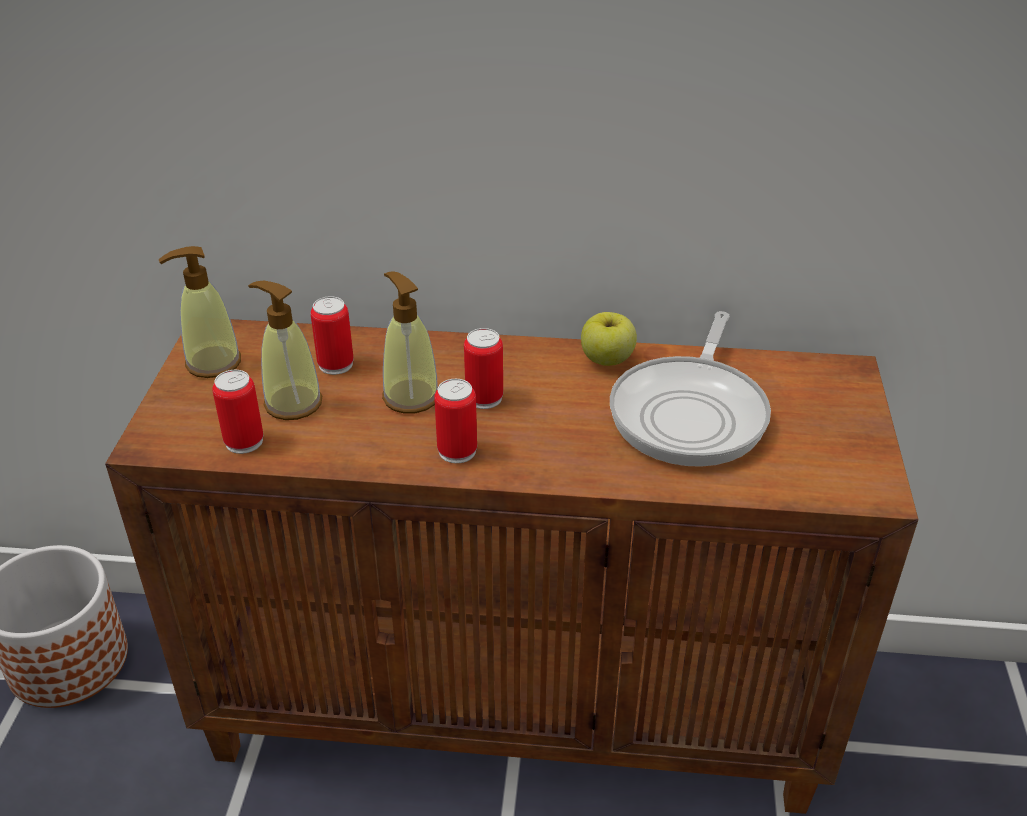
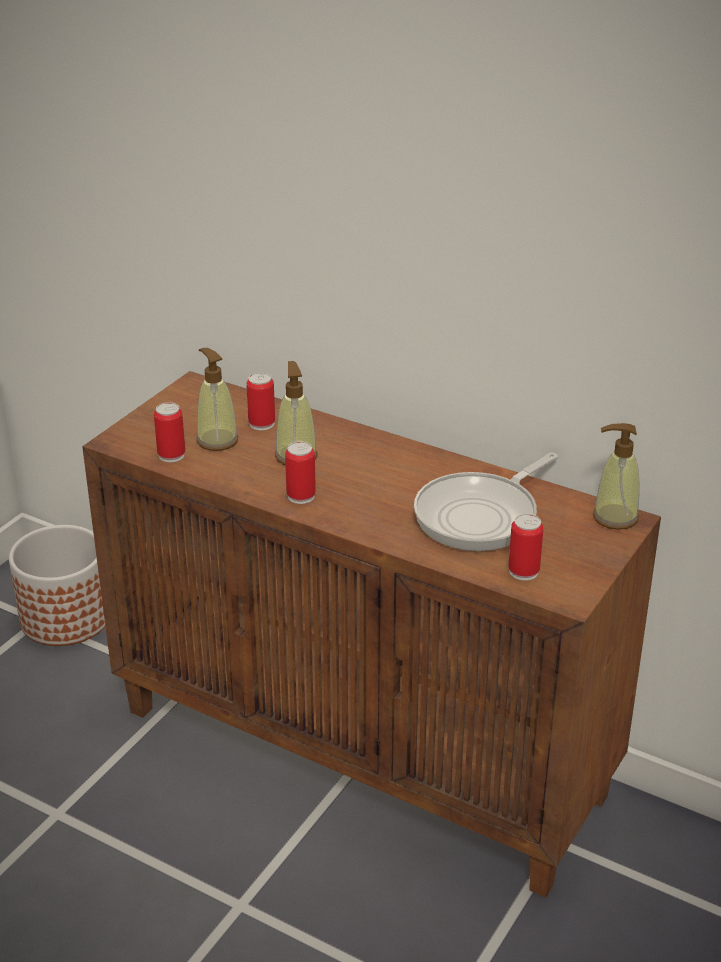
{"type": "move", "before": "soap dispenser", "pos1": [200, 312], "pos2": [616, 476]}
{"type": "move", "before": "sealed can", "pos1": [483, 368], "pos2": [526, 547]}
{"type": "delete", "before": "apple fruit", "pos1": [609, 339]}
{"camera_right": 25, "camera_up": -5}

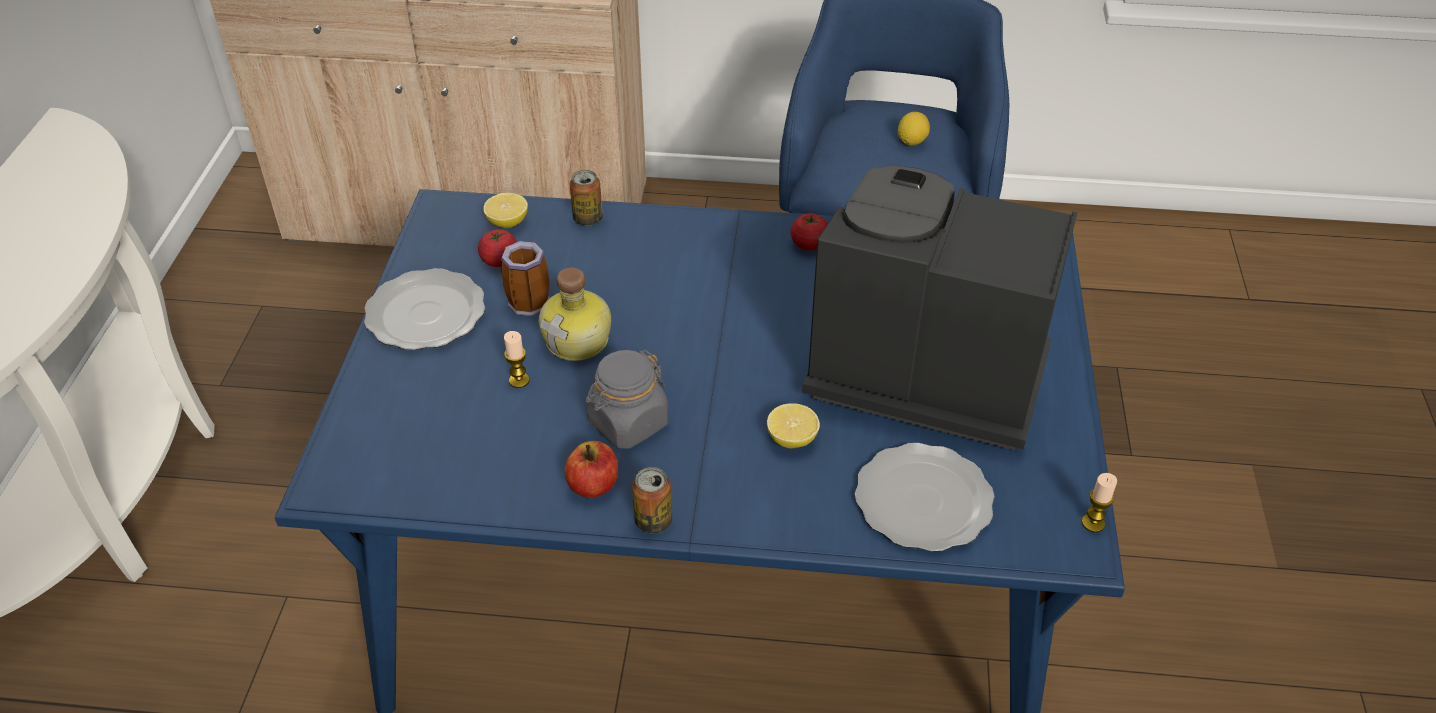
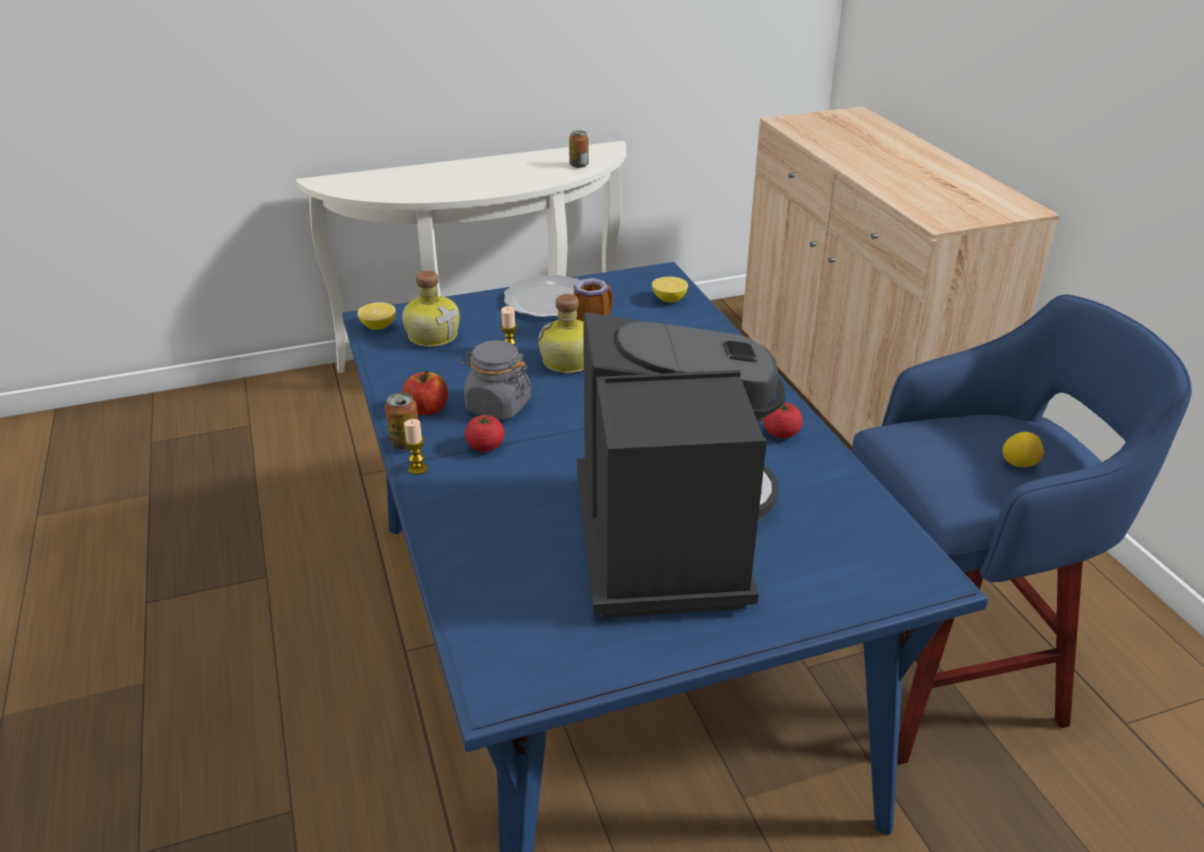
{"type": "move", "before": "tomato", "pos1": [497, 247], "pos2": [485, 433]}
{"type": "move", "before": "sealed can", "pos1": [586, 198], "pos2": [578, 149]}
{"type": "move", "before": "whole lemon", "pos1": [793, 425], "pos2": [376, 316]}
{"type": "delete", "before": "flat dish", "pos1": [924, 497]}
{"type": "move", "before": "wax light", "pos1": [1099, 502], "pos2": [415, 447]}
{"type": "insert", "after": "beverage bottle", "pos2": [431, 309]}
{"camera_right": 65, "camera_up": -10}

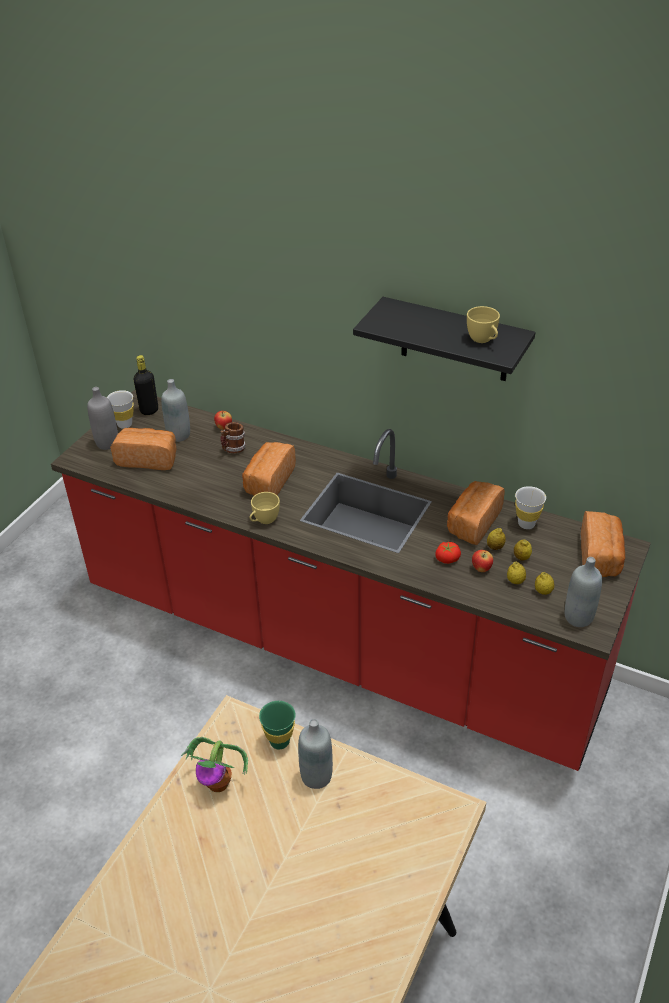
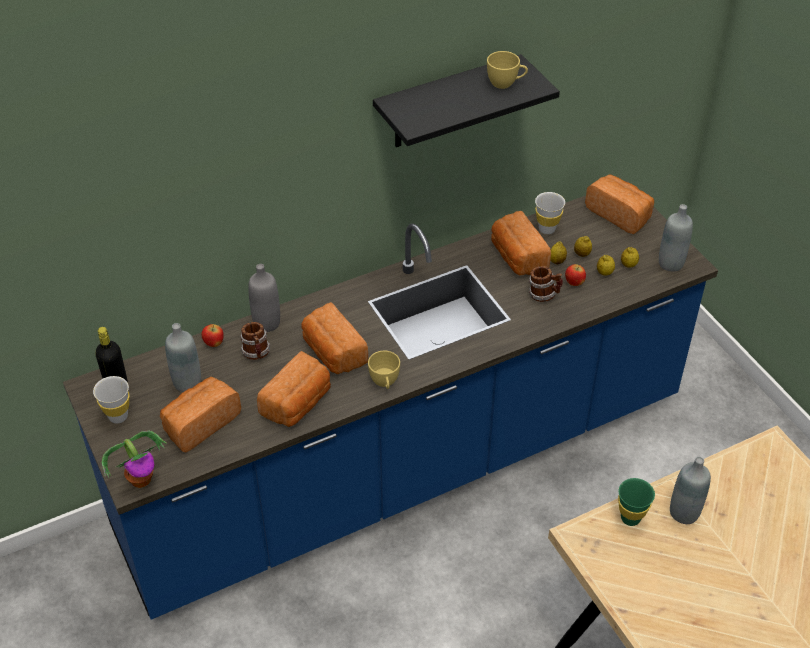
{"type": "recolor", "before": "red-coloured counter", "after": "blue-coloured counter", "pos1": [351, 580], "pos2": [390, 400]}
{"type": "move", "before": "greyish beverage bottle", "pos1": [102, 418], "pos2": [264, 298]}
{"type": "move", "before": "potted plant", "pos1": [214, 764], "pos2": [134, 459]}
{"type": "replace", "before": "tomato", "after": "mug", "pos1": [448, 553], "pos2": [546, 284]}
{"type": "insert", "after": "baked bread", "pos2": [294, 389]}
{"camera_right": -55, "camera_up": 5}

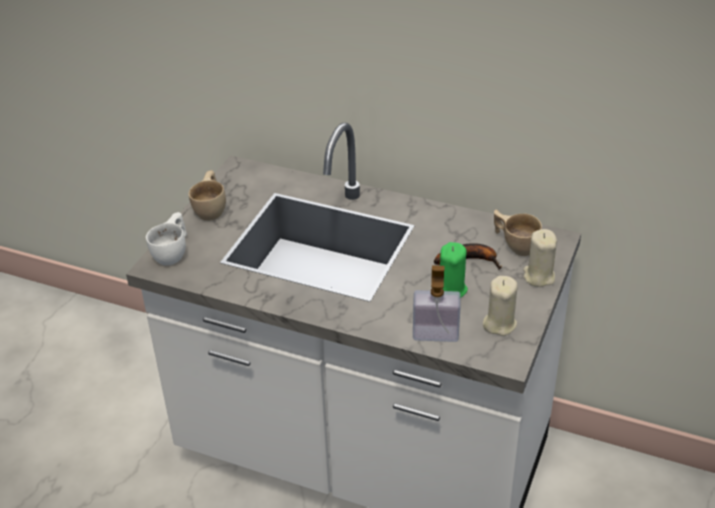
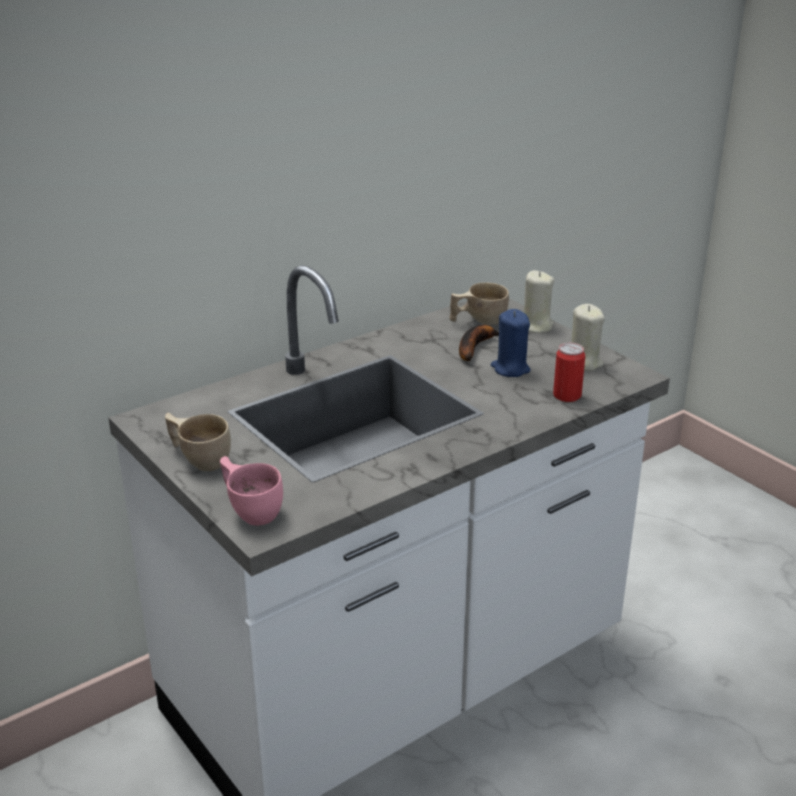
{"type": "recolor", "before": "white-coloured cup", "after": "pinkish cup", "pos1": [166, 239], "pos2": [251, 491]}
{"type": "replace", "before": "soap dispenser", "after": "sealed can", "pos1": [436, 303], "pos2": [569, 372]}
{"type": "recolor", "before": "green-coloured wax light", "after": "blue-coloured wax light", "pos1": [454, 270], "pos2": [511, 343]}
{"camera_right": -60, "camera_up": -10}

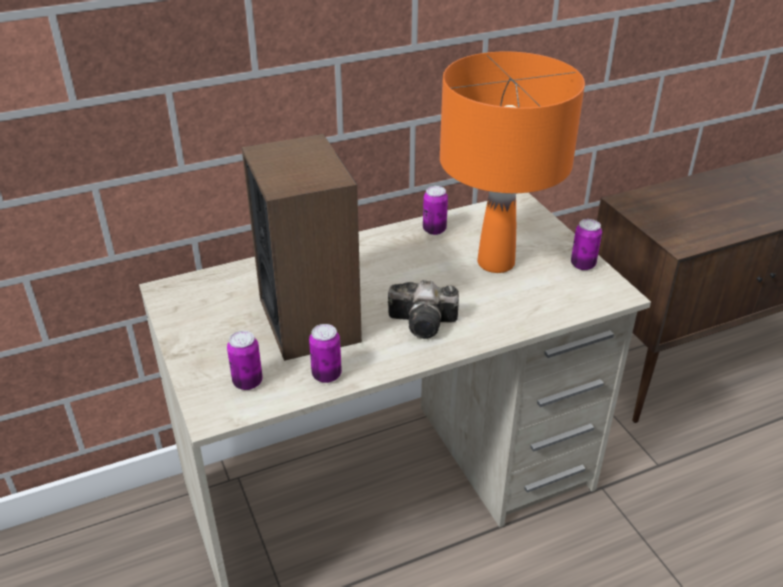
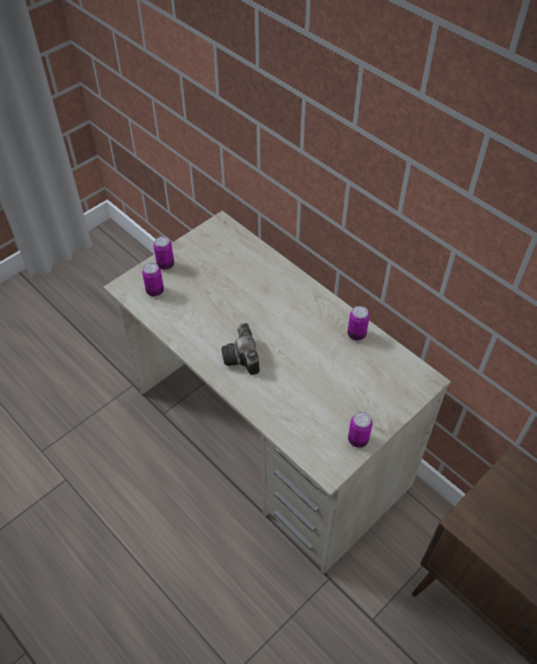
{"type": "delete", "before": "speaker", "pos1": [302, 247]}
{"type": "move", "before": "sealed can", "pos1": [325, 353], "pos2": [164, 253]}
{"type": "delete", "before": "orange-coloured lamp for a table", "pos1": [512, 162]}
{"camera_right": 70, "camera_up": 15}

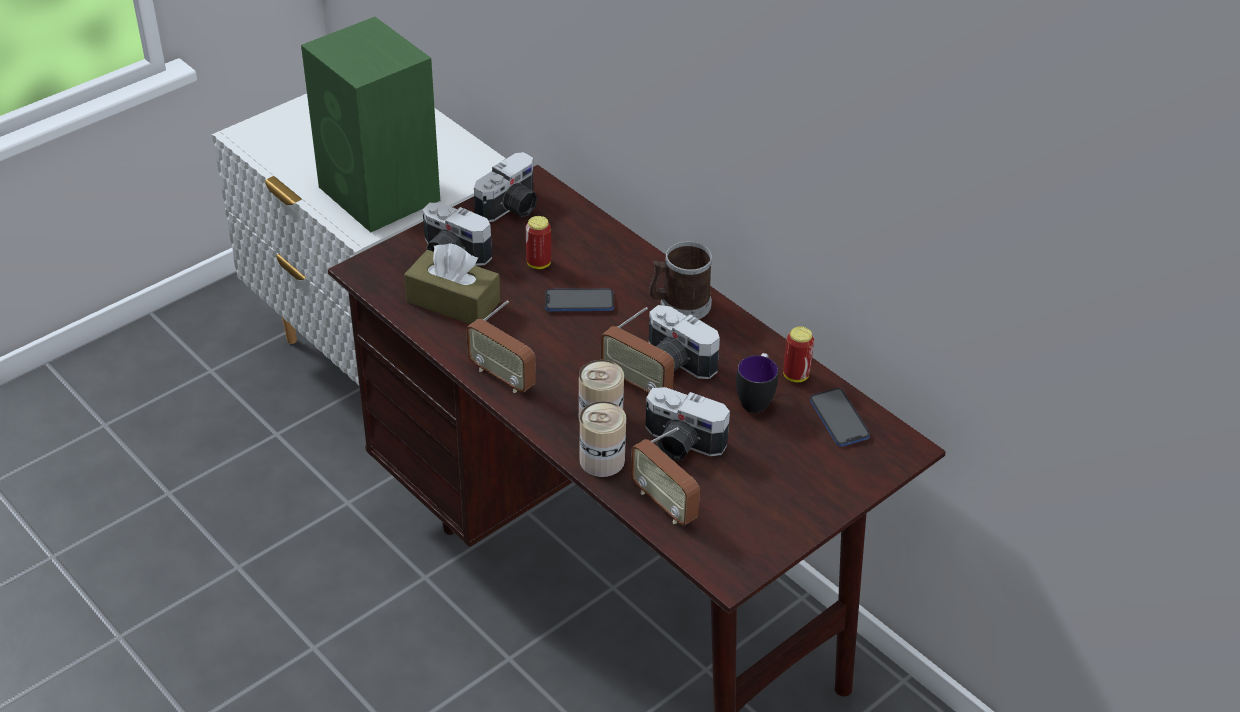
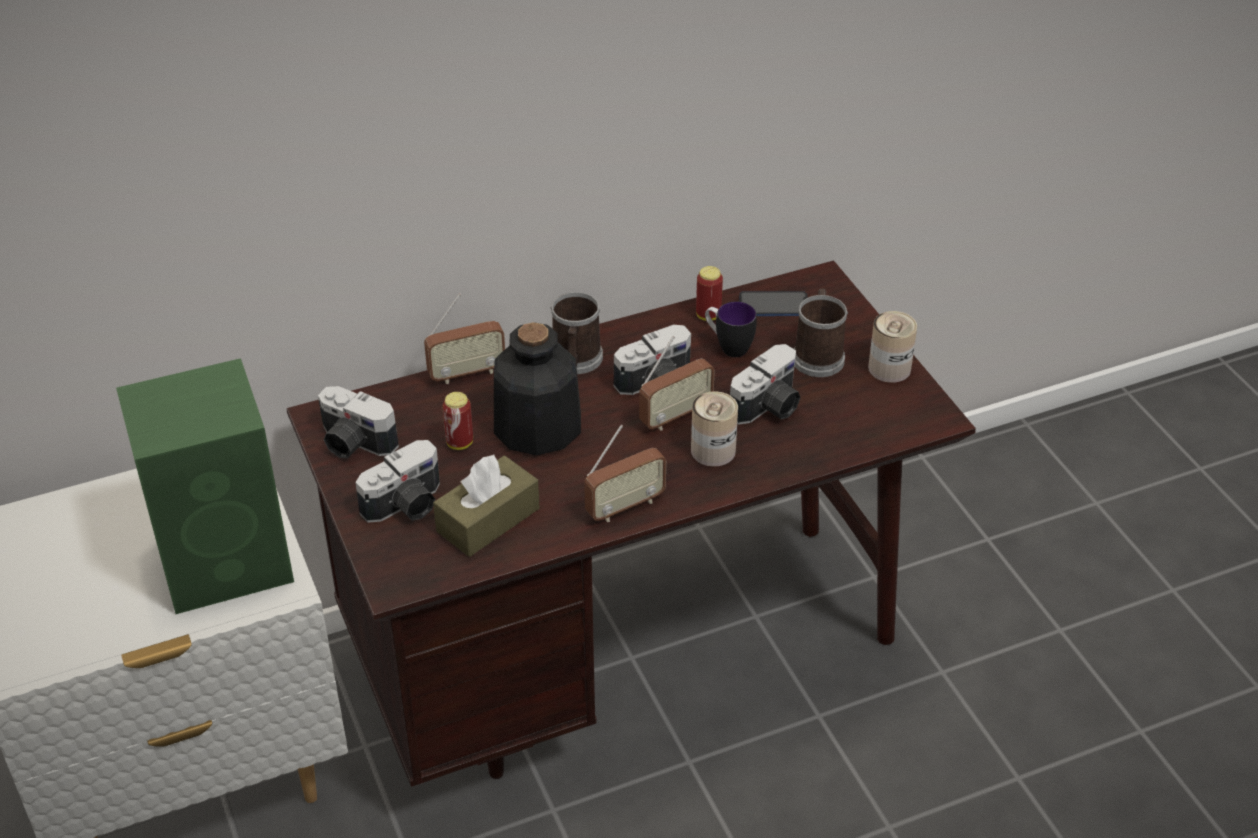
{"type": "rotate", "before": "photo camera", "pos1": [506, 187], "pos2": [358, 422], "turn": 150}
{"type": "replace", "before": "handset", "after": "beverage bottle", "pos1": [579, 300], "pos2": [537, 388]}
{"type": "move", "before": "sealed can", "pos1": [602, 439], "pos2": [892, 347]}
{"type": "move", "before": "radio set", "pos1": [665, 476], "pos2": [464, 338]}
{"type": "insert", "after": "mug", "pos2": [821, 333]}
{"camera_right": -70, "camera_up": 0}

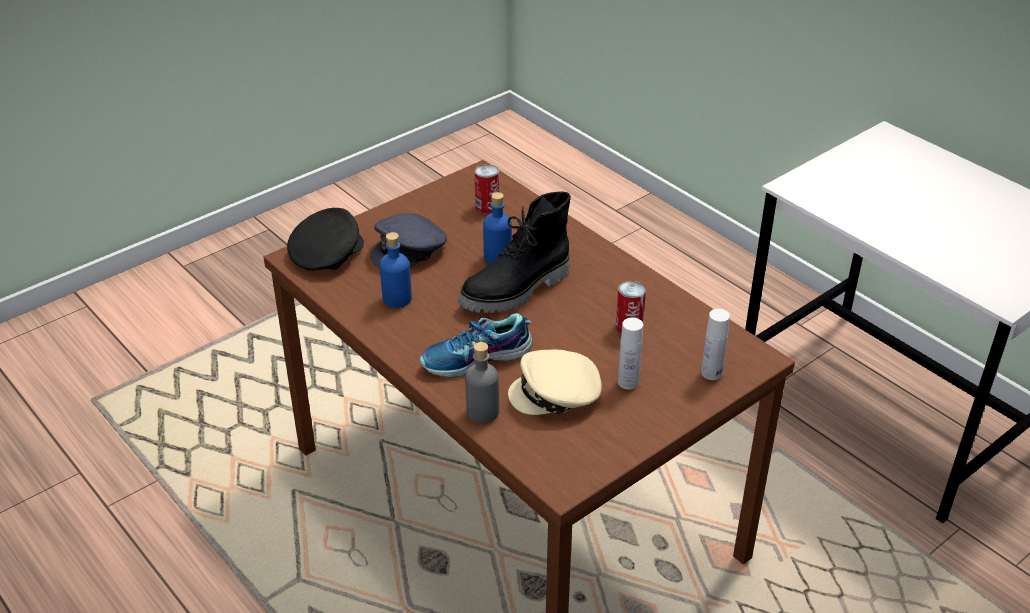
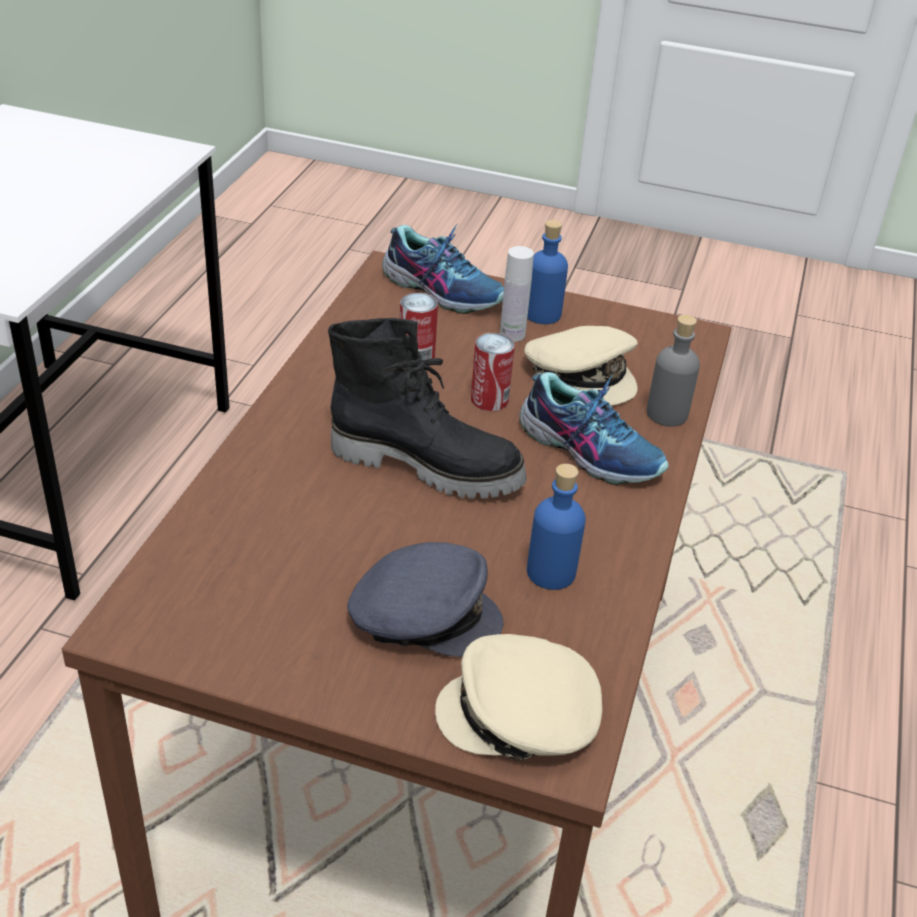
{"type": "recolor", "before": "black baseball cap", "after": "beige baseball cap", "pos1": [325, 239], "pos2": [518, 697]}
{"type": "move", "before": "sealed can", "pos1": [486, 189], "pos2": [493, 372]}
{"type": "move", "before": "blue-coloured beverage bottle", "pos1": [497, 228], "pos2": [547, 272]}
{"type": "replace", "before": "white-coloured beverage bottle", "after": "item of footwear", "pos1": [715, 344], "pos2": [443, 269]}
{"camera_right": -125, "camera_up": 0}

